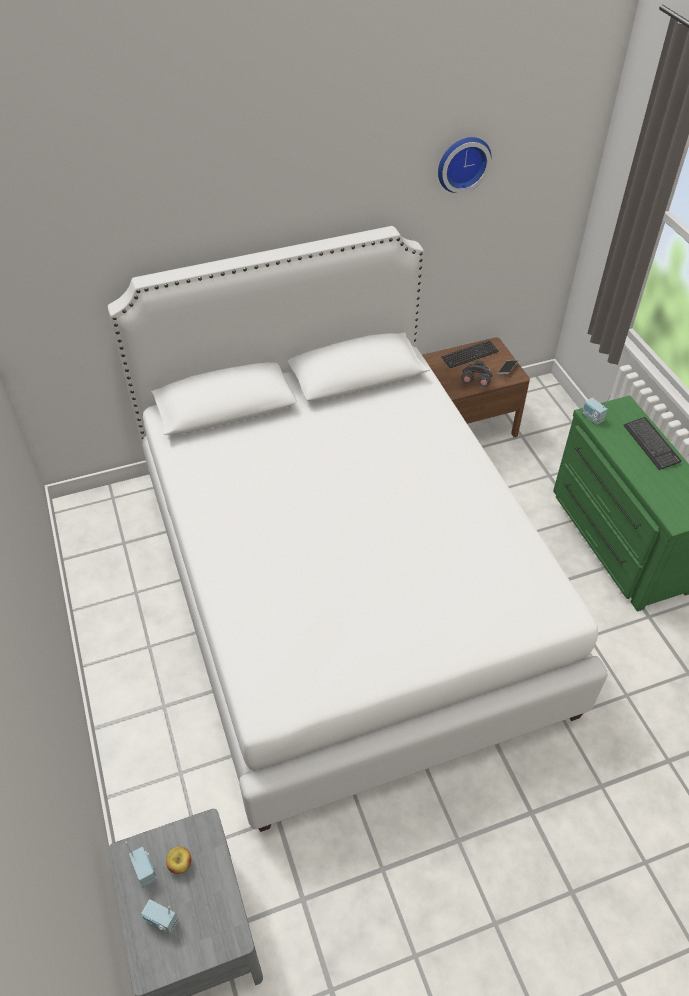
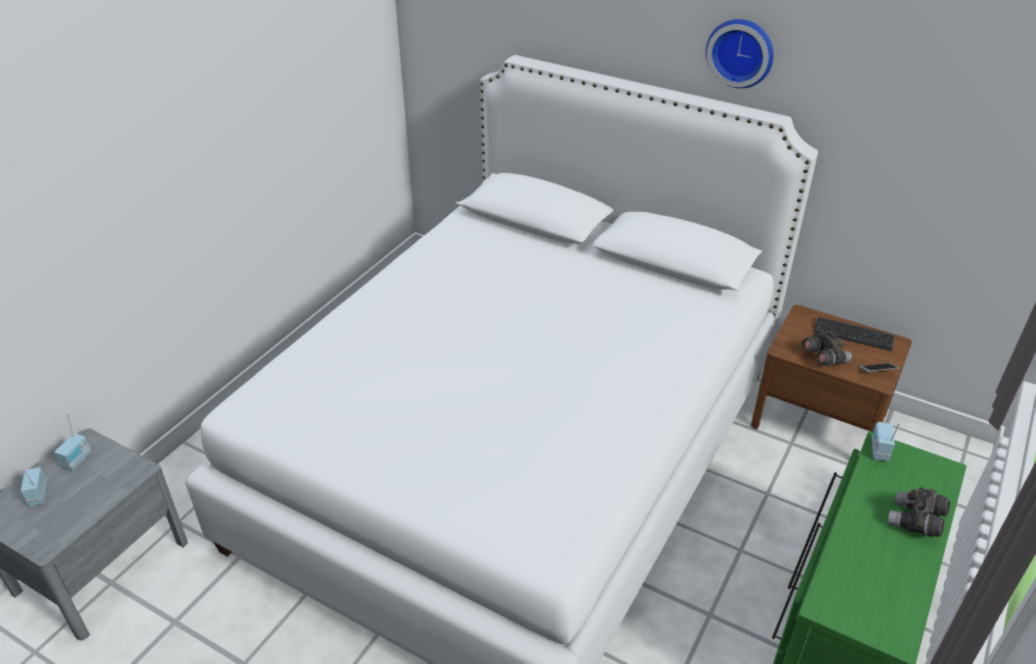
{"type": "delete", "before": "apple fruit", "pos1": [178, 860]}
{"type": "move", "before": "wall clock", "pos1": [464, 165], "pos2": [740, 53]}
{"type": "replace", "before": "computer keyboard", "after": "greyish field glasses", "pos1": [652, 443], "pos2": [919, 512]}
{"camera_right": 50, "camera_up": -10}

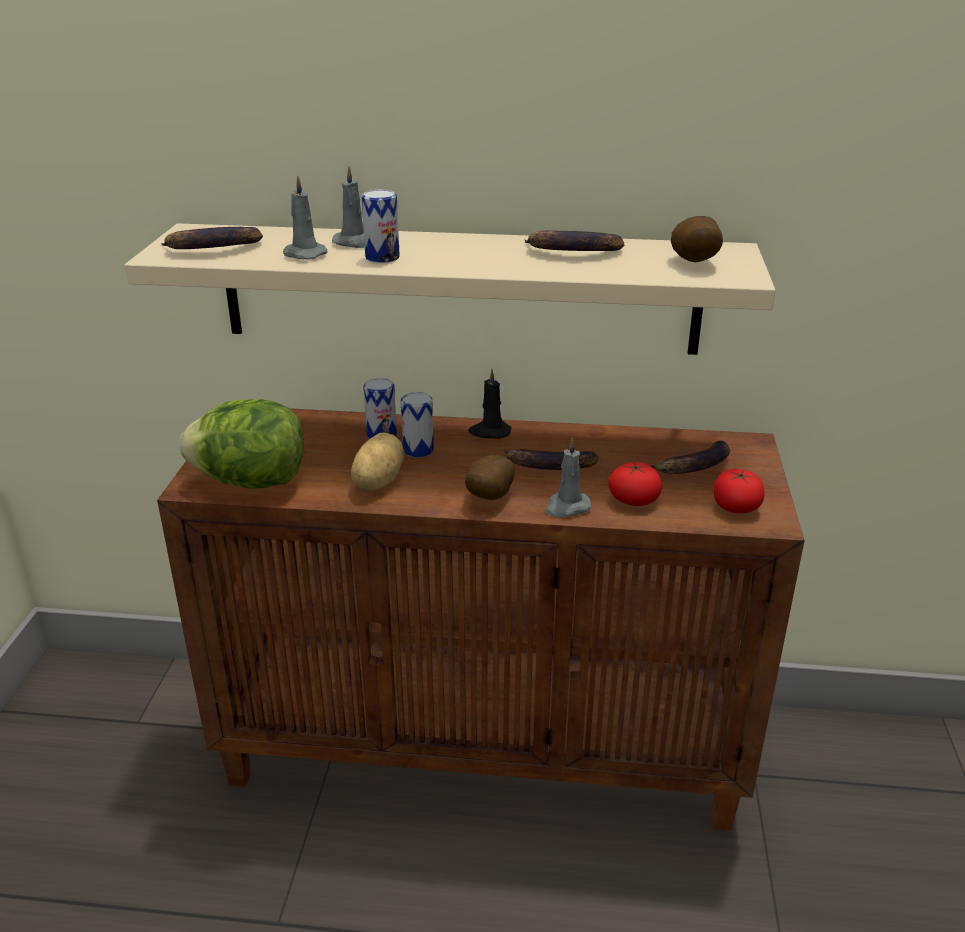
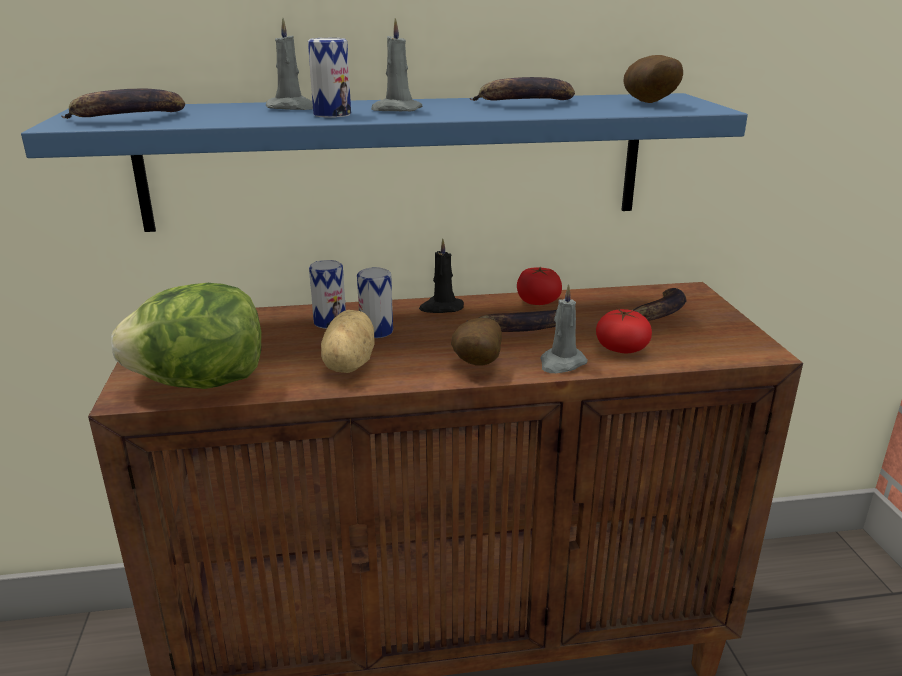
{"type": "recolor", "before": "beige wall shelf", "after": "blue-coloured wall shelf", "pos1": [450, 289], "pos2": [384, 162]}
{"type": "move", "before": "greyish wax light", "pos1": [305, 217], "pos2": [396, 64]}
{"type": "move", "before": "tomato", "pos1": [739, 491], "pos2": [539, 286]}
{"camera_right": -15, "camera_up": -5}

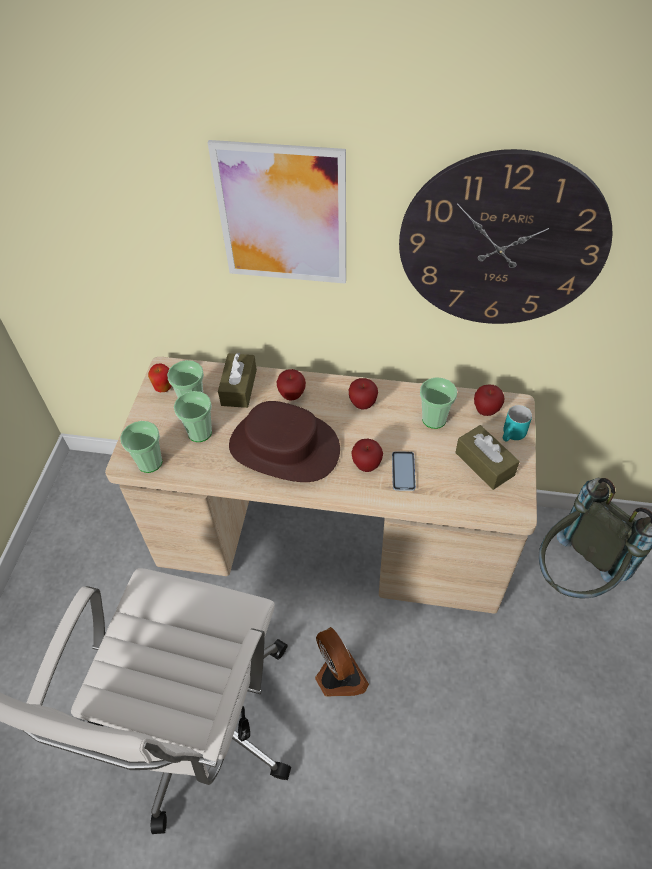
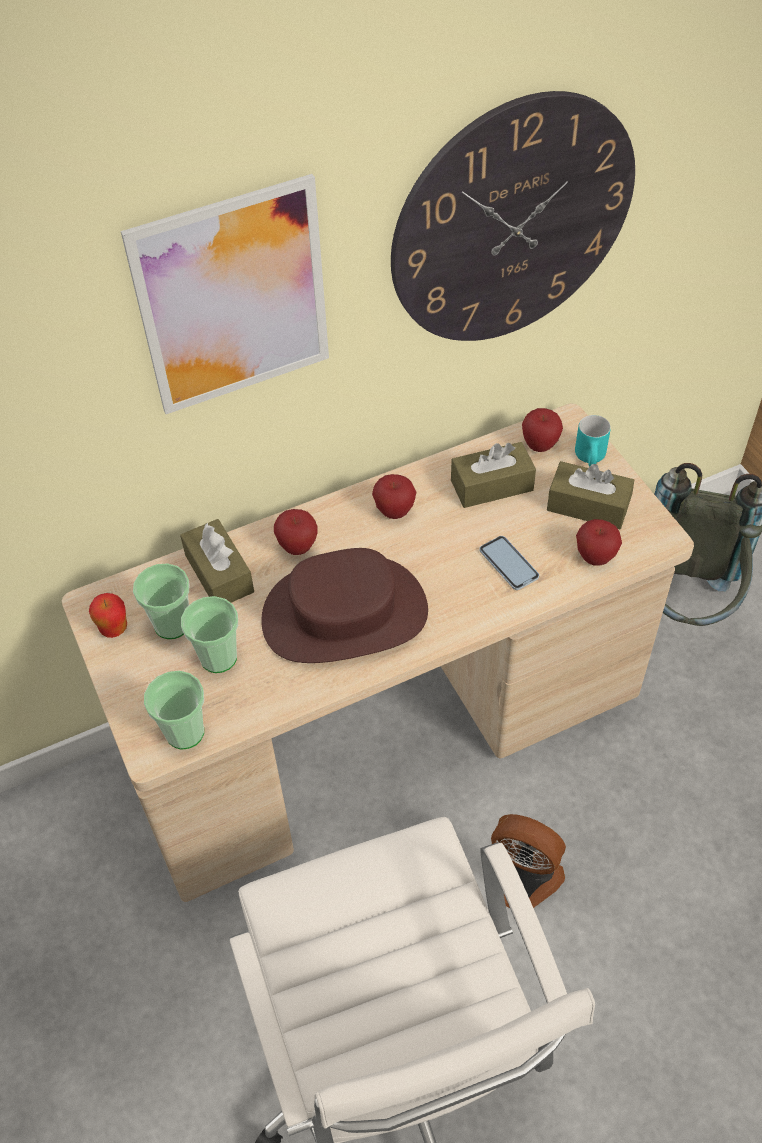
{"type": "move", "before": "apple fruit", "pos1": [367, 455], "pos2": [599, 542]}
{"type": "replace", "before": "cup", "after": "brown box of tissues", "pos1": [438, 403], "pos2": [493, 475]}
{"camera_right": -35, "camera_up": 0}

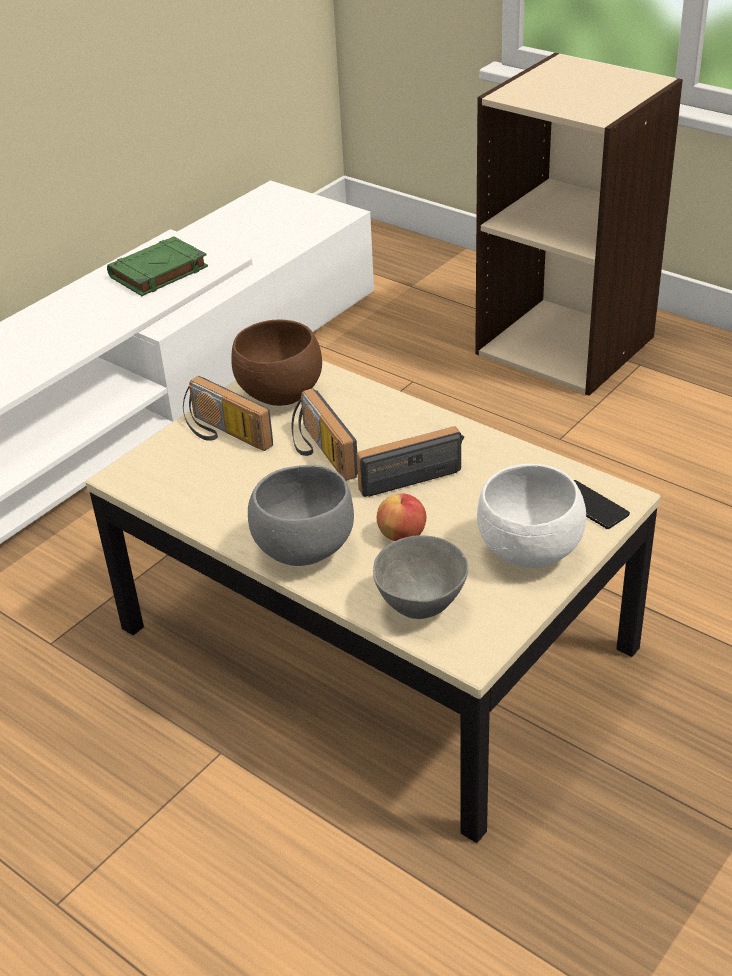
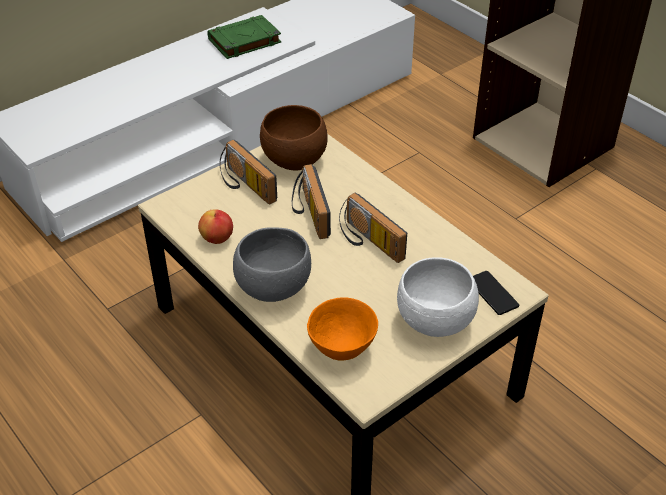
{"type": "rotate", "before": "radio set", "pos1": [410, 461], "pos2": [373, 227], "turn": -120}
{"type": "recolor", "before": "greyish serving bowl", "after": "orange-coloured serving bowl", "pos1": [420, 577], "pos2": [342, 329]}
{"type": "move", "before": "apple fruit", "pos1": [401, 517], "pos2": [215, 227]}
{"camera_right": 10, "camera_up": 5}

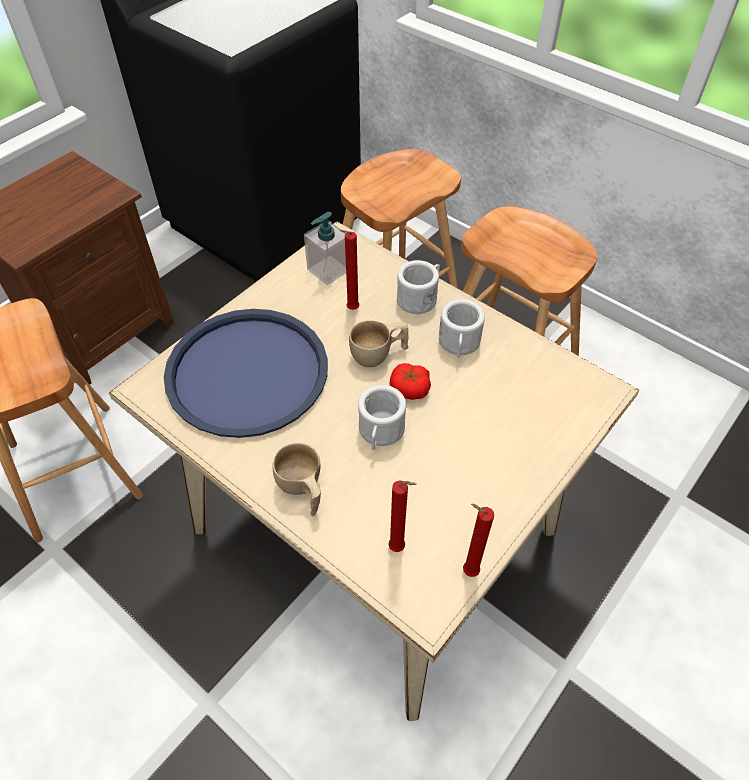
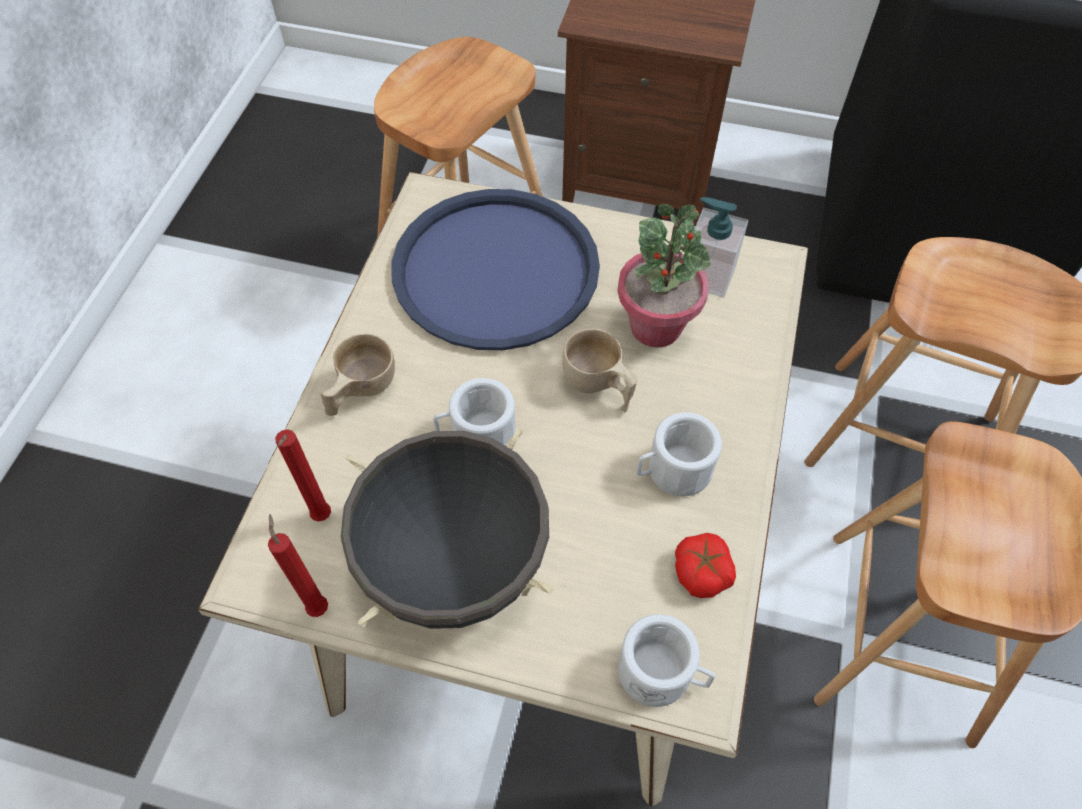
{"type": "replace", "before": "red-coloured wax light", "after": "potted plant", "pos1": [349, 270], "pos2": [664, 276]}
{"type": "move", "before": "tomato", "pos1": [410, 381], "pos2": [705, 565]}
{"type": "move", "before": "white-coloured mug", "pos1": [418, 287], "pos2": [666, 660]}
{"type": "insert", "after": "black saucepot", "pos2": [447, 528]}
{"camera_right": 65, "camera_up": 5}

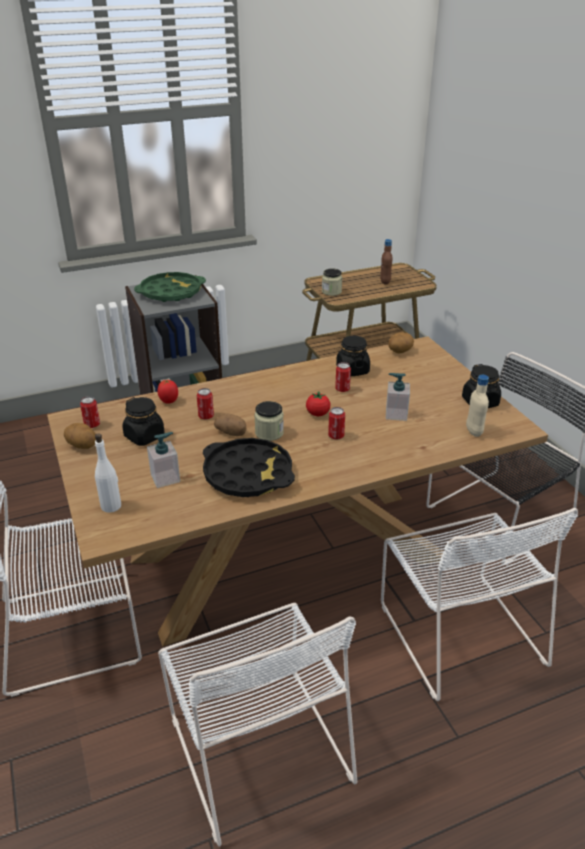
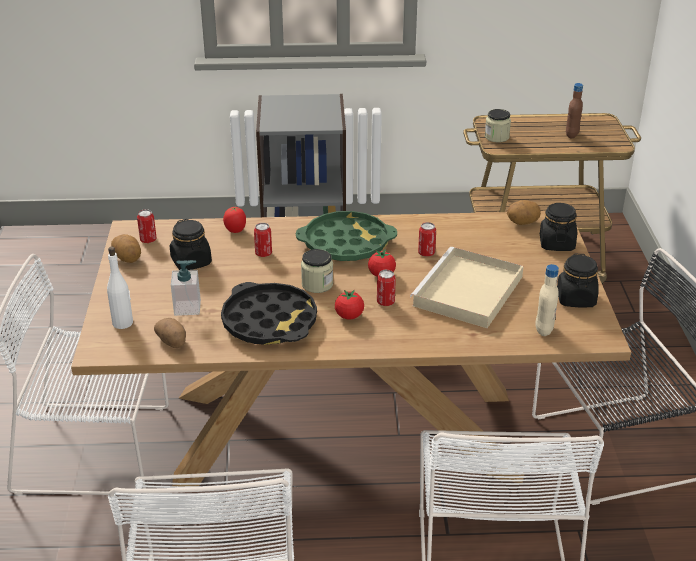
{"type": "move", "before": "green-coloured carrying tray", "pos1": [170, 287], "pos2": [346, 236]}
{"type": "move", "before": "spud", "pos1": [230, 424], "pos2": [170, 333]}
{"type": "move", "before": "black preserve jar", "pos1": [353, 356], "pos2": [558, 227]}
{"type": "replace", "before": "soap dispenser", "after": "beige carrying tray", "pos1": [398, 397], "pos2": [467, 287]}
{"type": "insert", "after": "tomato", "pos2": [349, 304]}
{"camera_right": 20, "camera_up": 0}

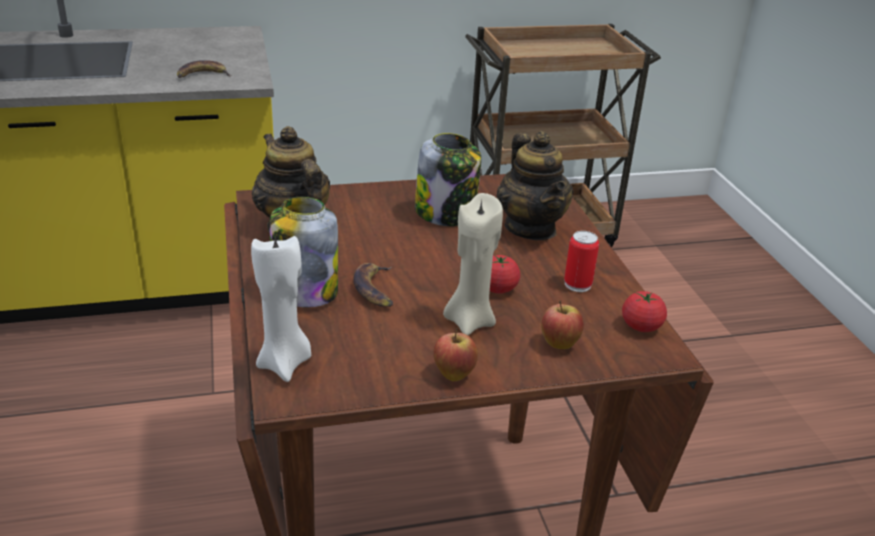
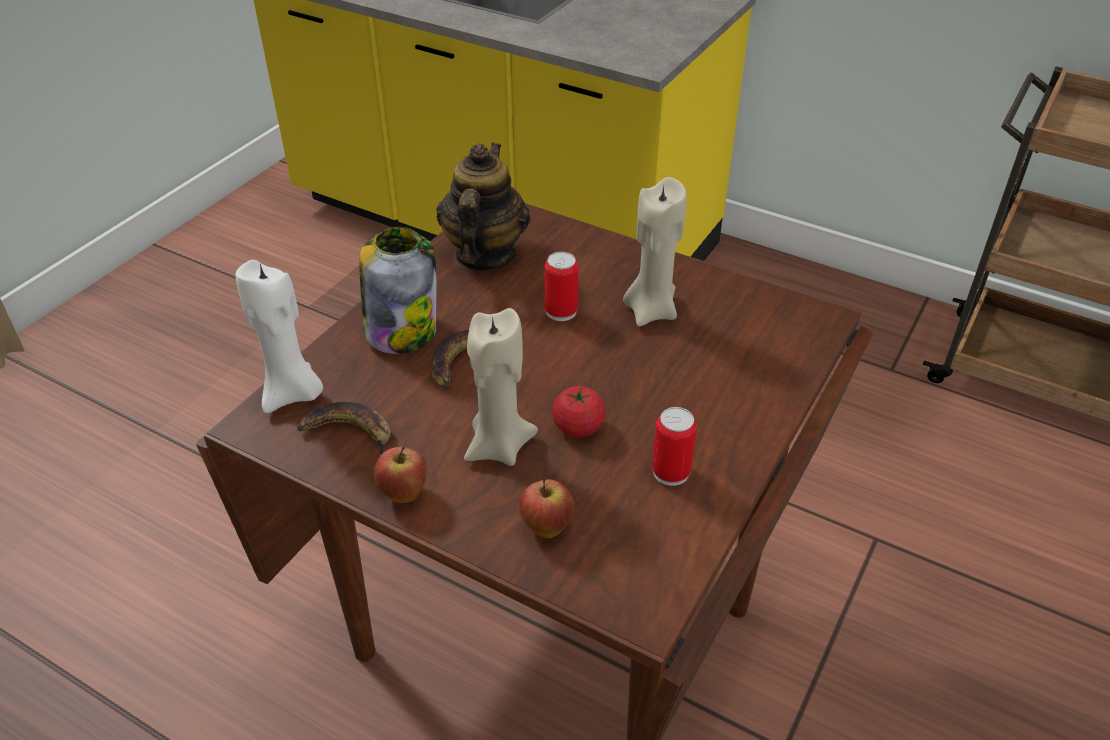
{"type": "move", "before": "whole banana", "pos1": [204, 69], "pos2": [344, 429]}
{"type": "replace", "before": "preserve jar", "after": "beige wax light", "pos1": [448, 179], "pos2": [655, 252]}
{"type": "delete", "before": "teapot", "pos1": [535, 185]}
{"type": "delete", "before": "tomato", "pos1": [644, 311]}
{"type": "insert", "after": "sealed can", "pos2": [561, 286]}
{"camera_right": 45, "camera_up": 10}

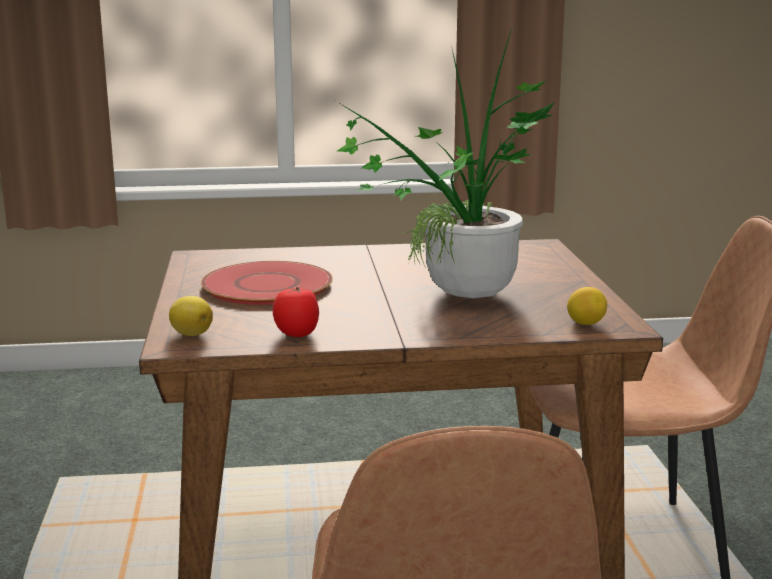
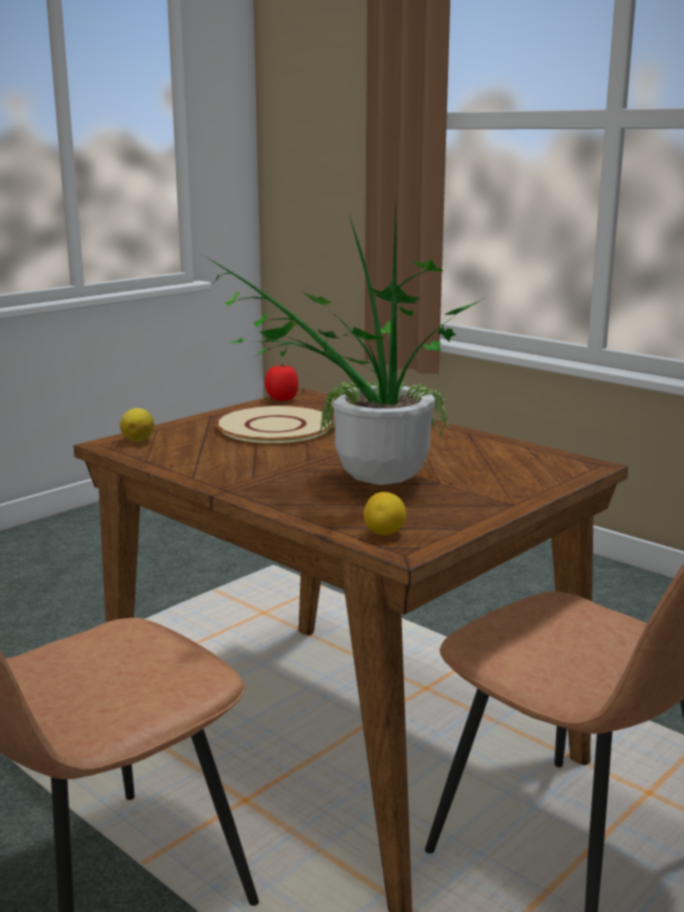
{"type": "recolor", "before": "red-coloured flat dish", "after": "beige flat dish", "pos1": [267, 283], "pos2": [274, 424]}
{"type": "move", "before": "tomato", "pos1": [295, 312], "pos2": [282, 382]}
{"camera_right": 50, "camera_up": 0}

